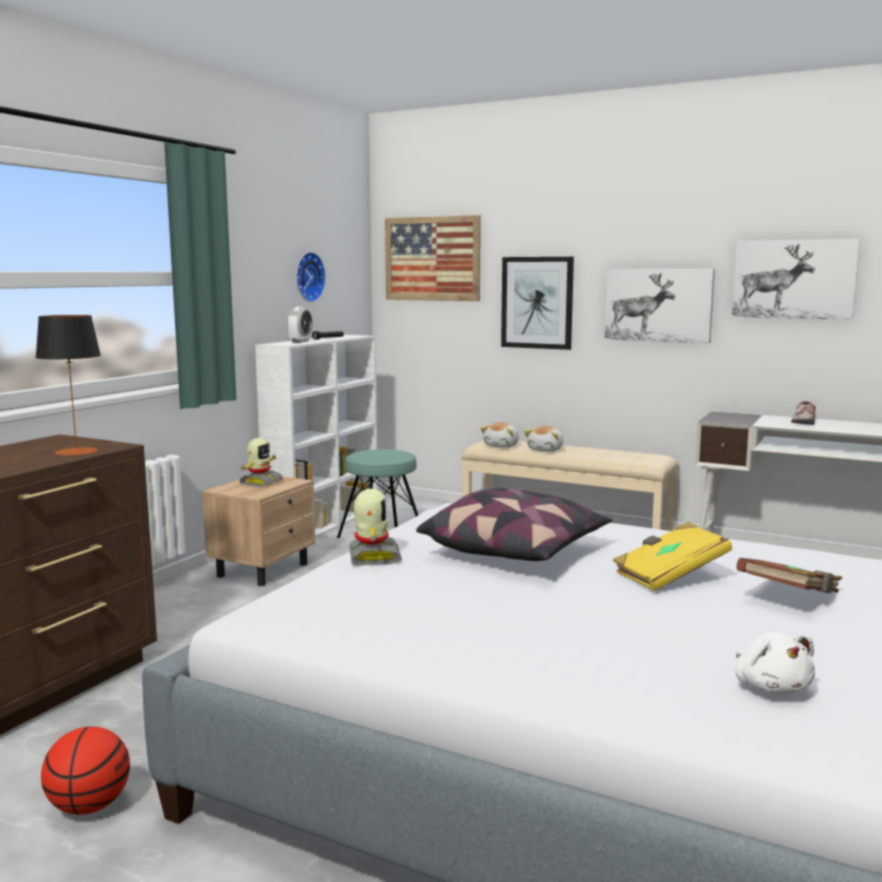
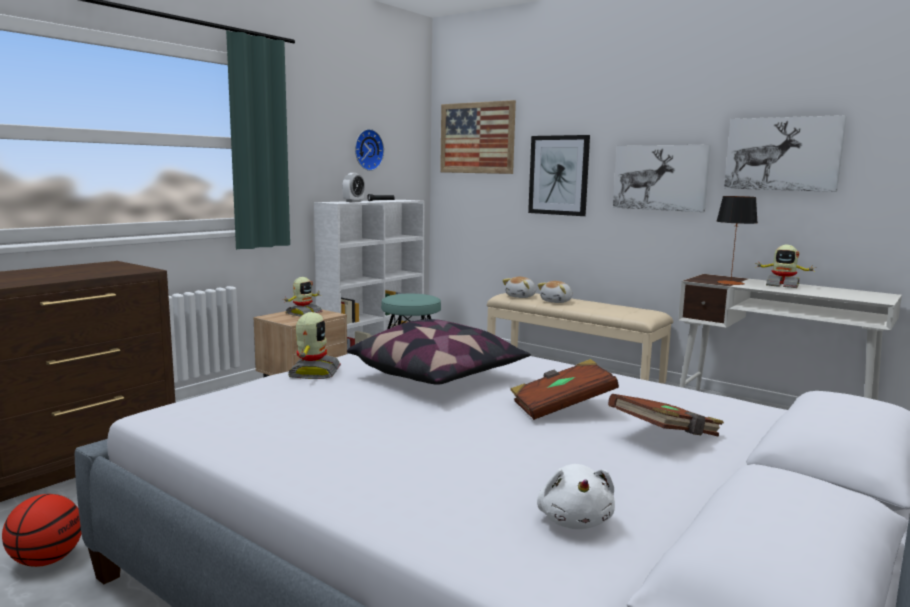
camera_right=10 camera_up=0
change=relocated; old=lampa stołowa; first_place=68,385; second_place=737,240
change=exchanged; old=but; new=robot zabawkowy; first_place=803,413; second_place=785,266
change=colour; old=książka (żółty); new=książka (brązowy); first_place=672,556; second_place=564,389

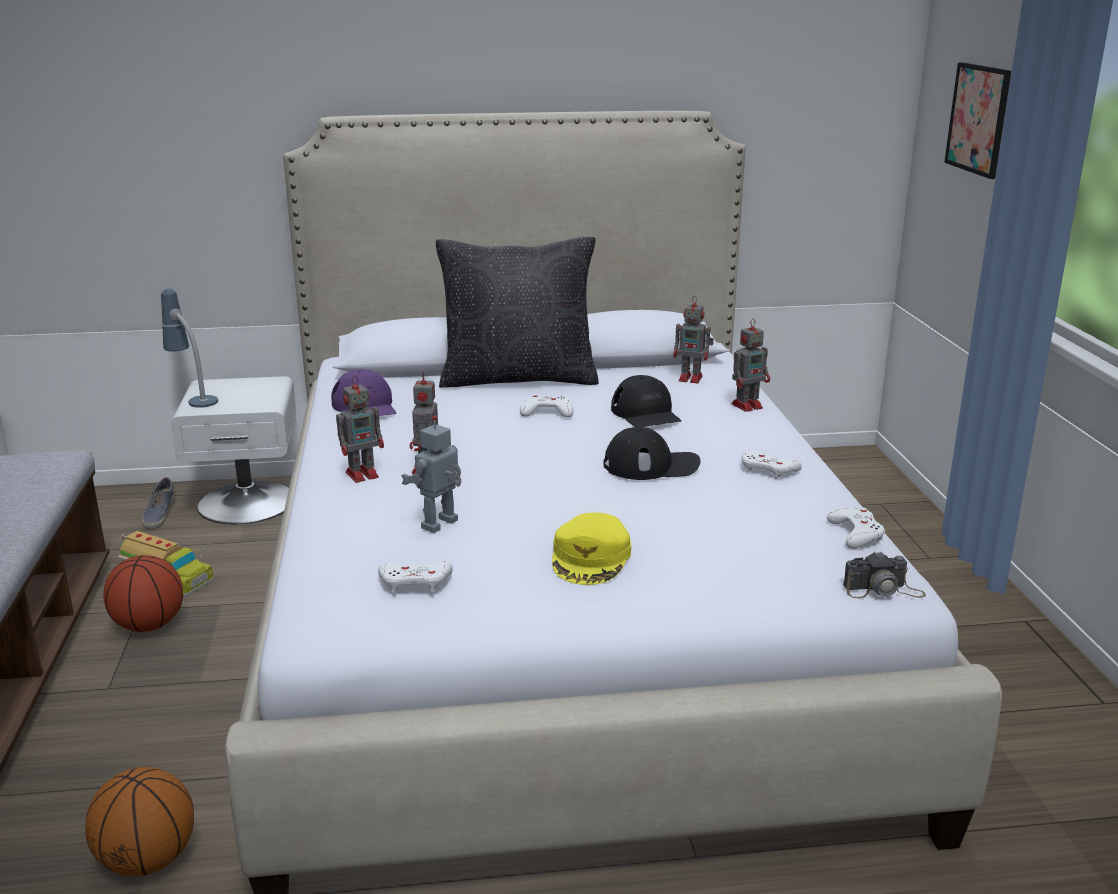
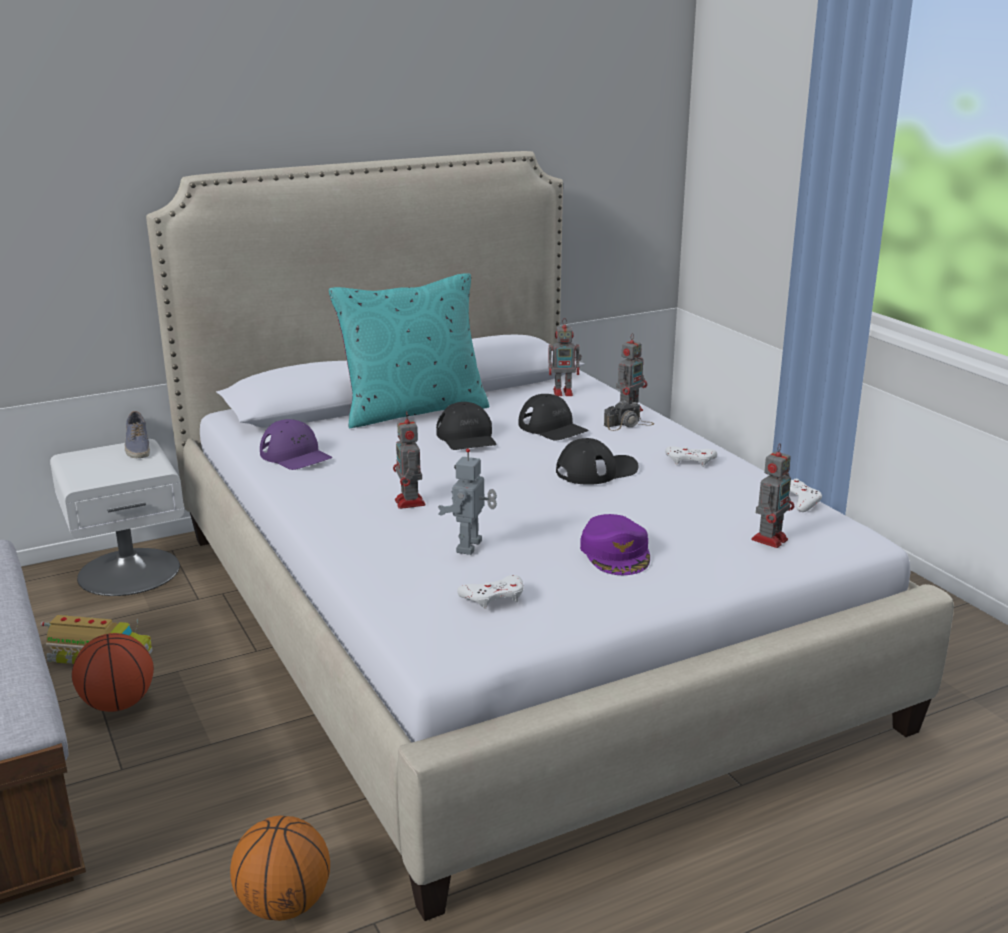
camera_right=-20 camera_up=0
change=missing; old=lampa stołowa; first_place=189,348
change=missing; old=obraz; first_place=977,120
change=relocated; old=but; first_place=159,502; second_place=137,434
change=relocated; old=robot zabawkowy; first_place=360,429; second_place=773,495
change=relocated; old=aparat fotograficzny; first_place=884,574; second_place=629,416
change=exchanged; old=pad do gier (biały); new=czapka z daszkiem (czarny); first_place=547,406; second_place=466,426
change=colour; old=poduszka (czarny); new=poduszka (turkusowy); first_place=517,312; second_place=409,350
change=colour; old=czapka z daszkiem (żółty); new=czapka z daszkiem (fioletowy); first_place=591,549; second_place=615,544

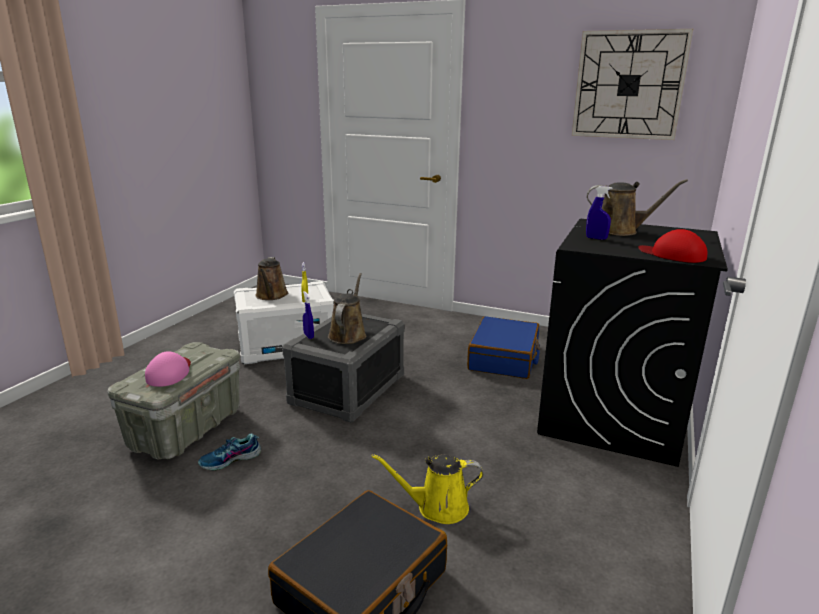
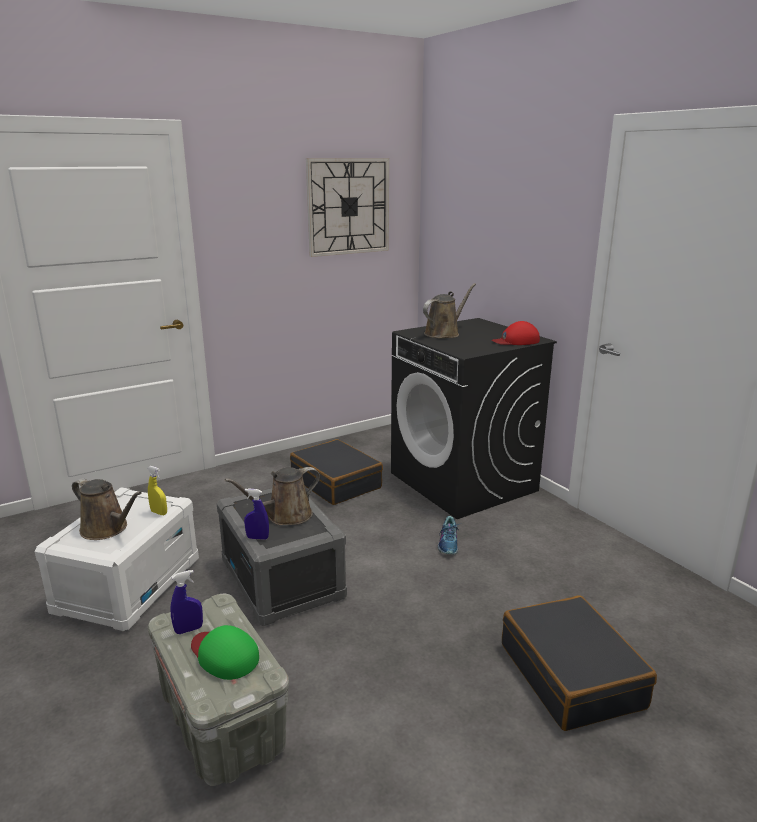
camera_right=-55 camera_up=0
change=missing; old=konewka (żółty); first_place=427,489
change=relocated; old=but; first_place=229,452; second_place=449,535
change=relocated; old=spryskiwacz (niebieski); first_place=599,213; second_place=187,602
change=colour; old=czapka z daszkiem (różowy); new=czapka z daszkiem (zielony); first_place=168,369; second_place=225,652
change=colour; old=walizka (niebieski); new=walizka (czarny); first_place=503,347; second_place=336,472
change=spun; old=konewka (brązowy); first_place=347,308; second_place=272,496; degrees=-75

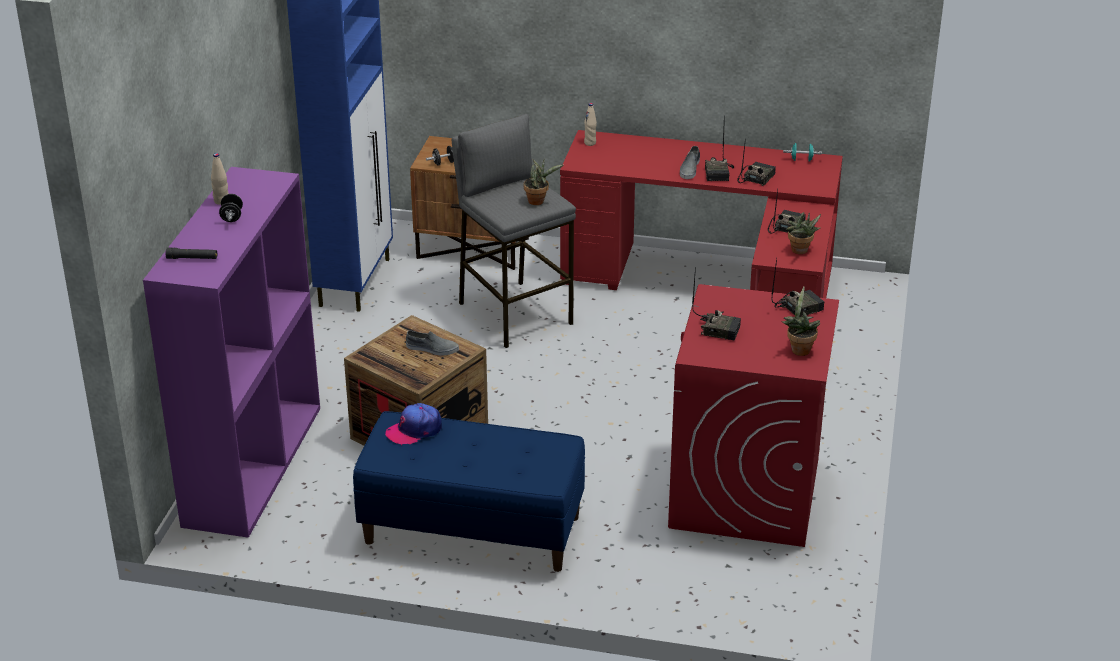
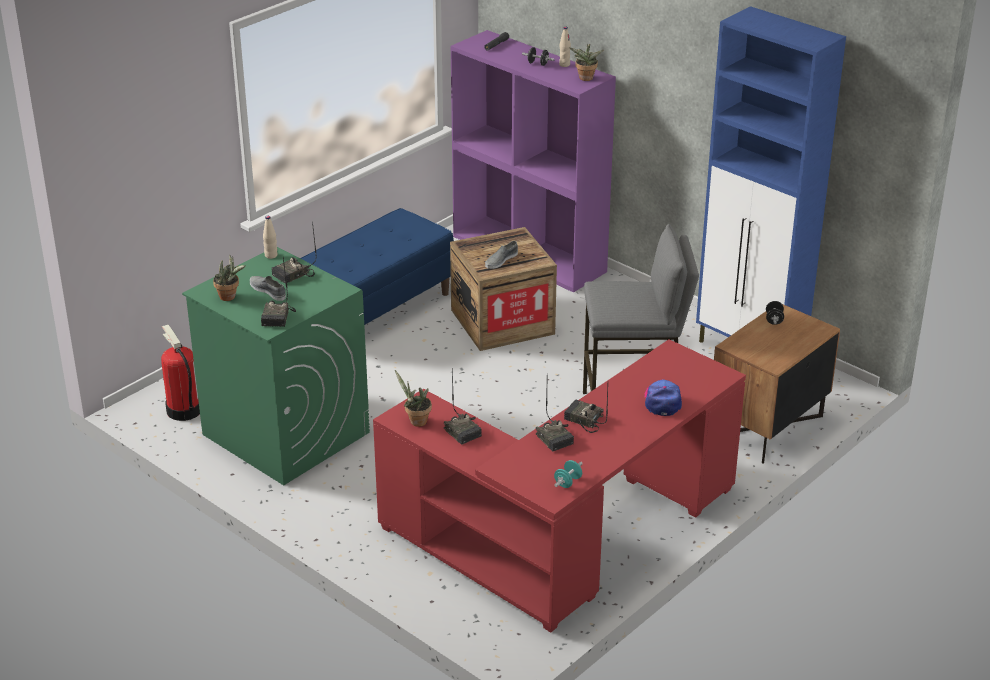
camera_right=120 camera_up=0
change=appeared; new=gaśnica; second_place=180,373
change=relocated; old=czapka z daszkiem; first_place=413,424; second_place=663,397
change=relocated; old=roślina doniczkowa; first_place=544,182; second_place=586,62
change=relocated; old=butelka (beżowy); first_place=590,124; second_place=270,237
change=relocated; old=but (szary); first_place=690,162; second_place=268,288
change=colour; old=pralka (czerwony); new=pralka (zielony); first_place=753,415; second_place=276,366

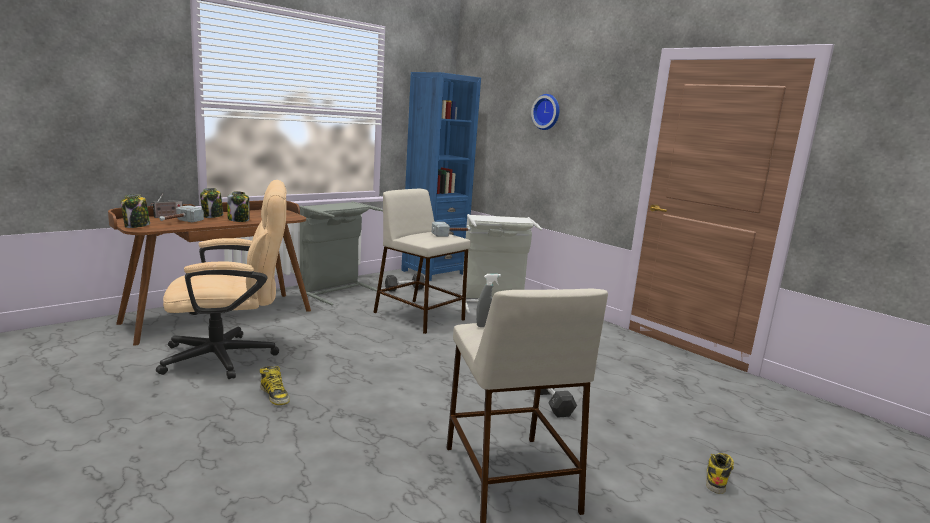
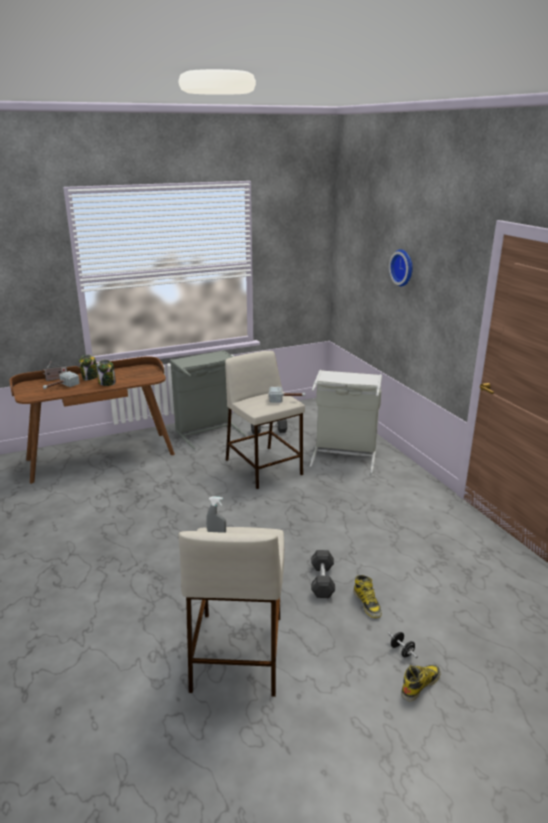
camera_right=20 camera_up=10
change=missing; old=słoik; first_place=135,211
change=missing; old=krzesło biurowe (beżowy); first_place=221,279
change=missing; old=regał (niebieski); first_place=441,176
change=appeared; new=hantel (czarny); second_place=403,645
change=relocated; old=but z cholewką; first_place=274,385; second_place=367,596

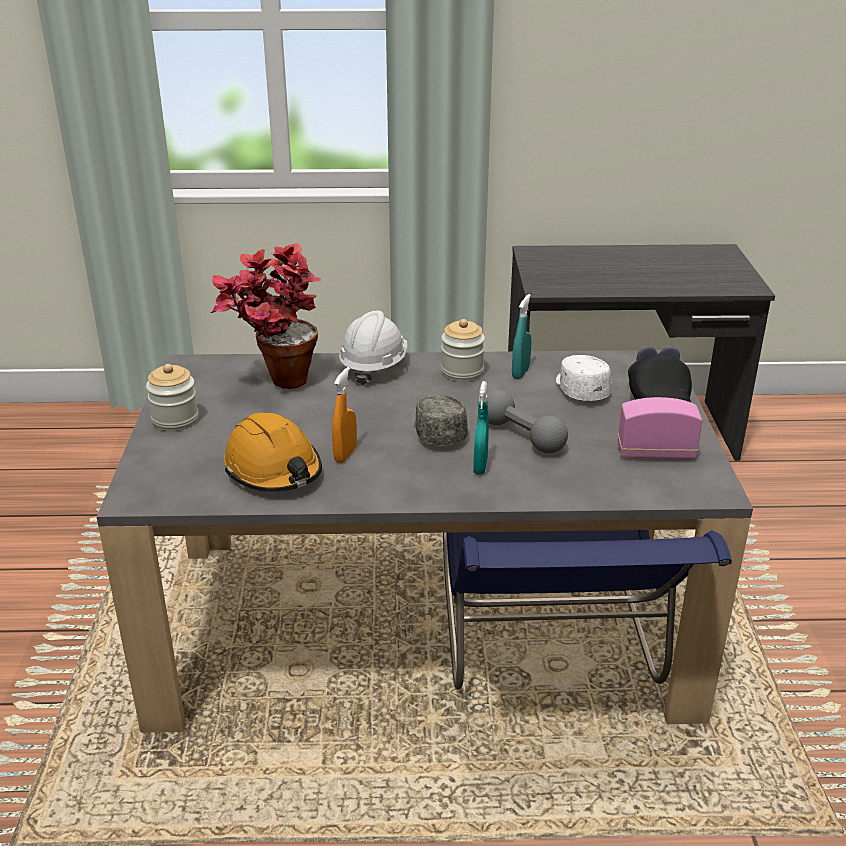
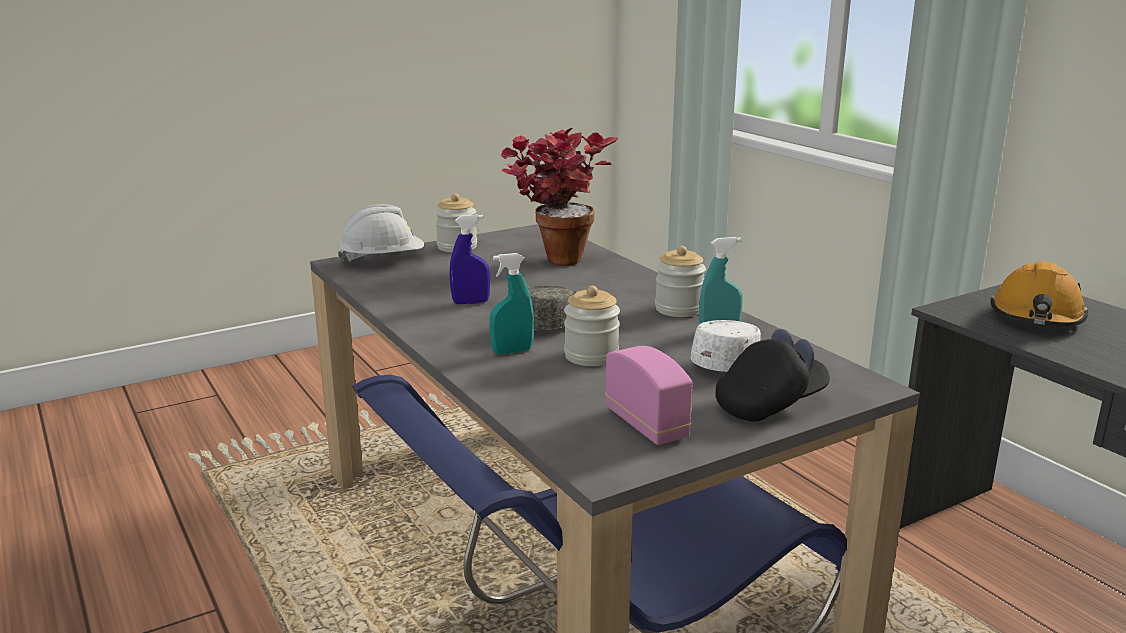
camera_right=60 camera_up=-10
change=relocated; old=kask (pomarańczowy); first_place=273,452; second_place=1039,293
change=relocated; old=kask (biały); first_place=373,348; second_place=381,234
change=exchanged; old=hantel (szary); new=słoik; first_place=527,421; second_place=592,326
change=colour; old=spryskiwacz (pomarańczowy); new=spryskiwacz (niebieski); first_place=344,415; second_place=470,259

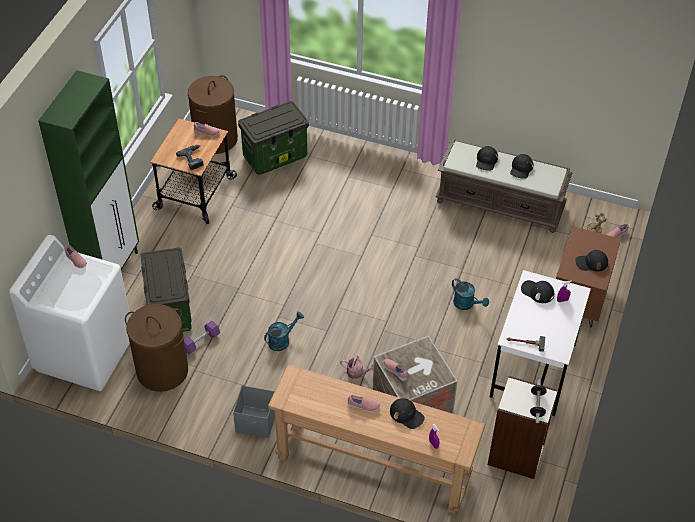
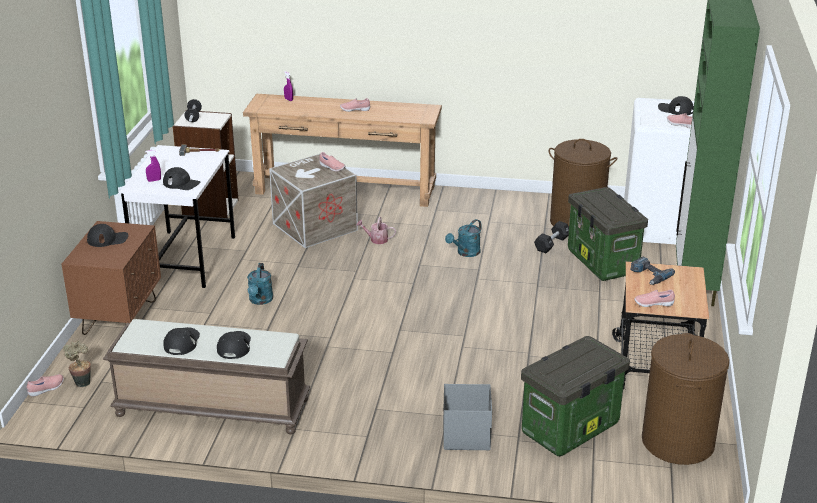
camera_right=170 camera_up=-20
change=relocated; old=pojemnik do przechowywania (szary); first_place=254,411; second_place=467,417
change=relocated; old=czapka z daszkiem (czarny); first_place=407,413; second_place=676,105
change=colour; old=hantel (fioletowy); new=hantel (czarny); first_place=202,337; second_place=551,237
change=spun; old=konewka (turkusowy); first_place=470,294; second_place=260,284; degrees=-120

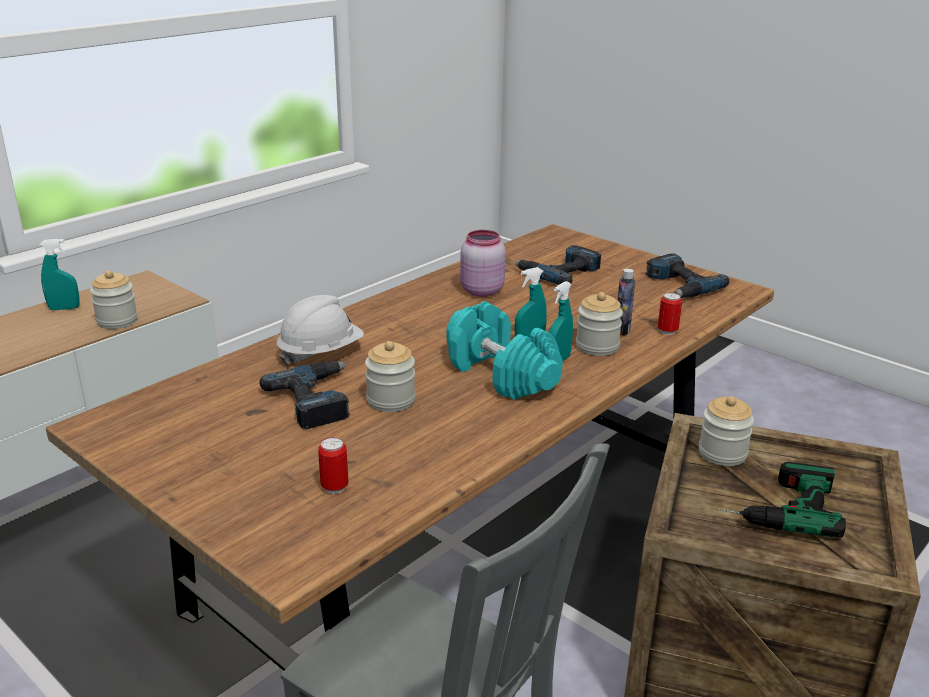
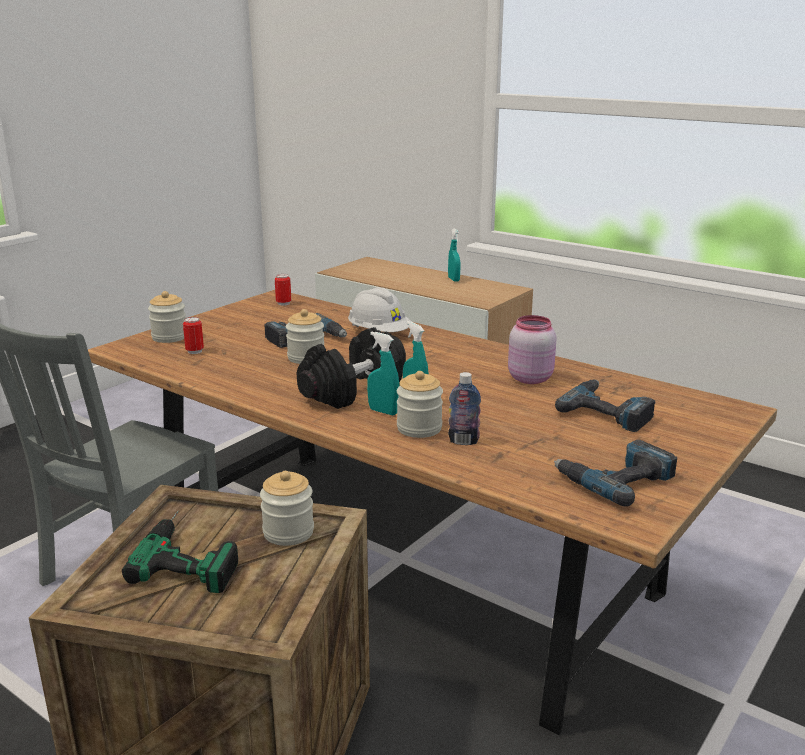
camera_right=85 camera_up=-5
change=relocated; old=słoik; first_place=114,300; second_place=167,317
change=relocated; old=puszka; first_place=670,313; second_place=283,289
change=colour; old=hantel (turkusowy); new=hantel (czarny); first_place=504,350; second_place=351,368

